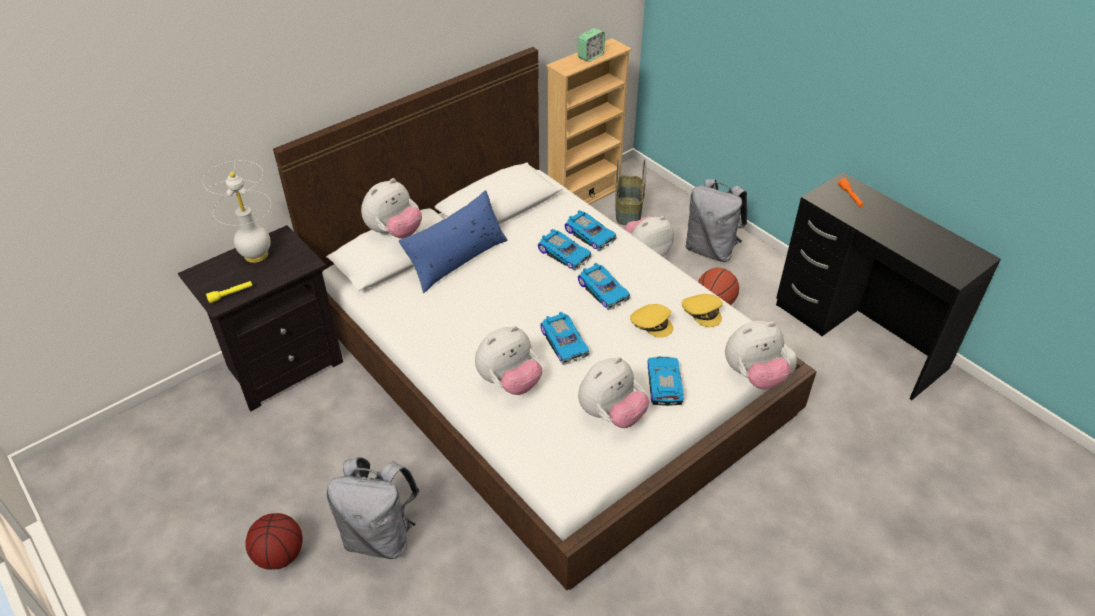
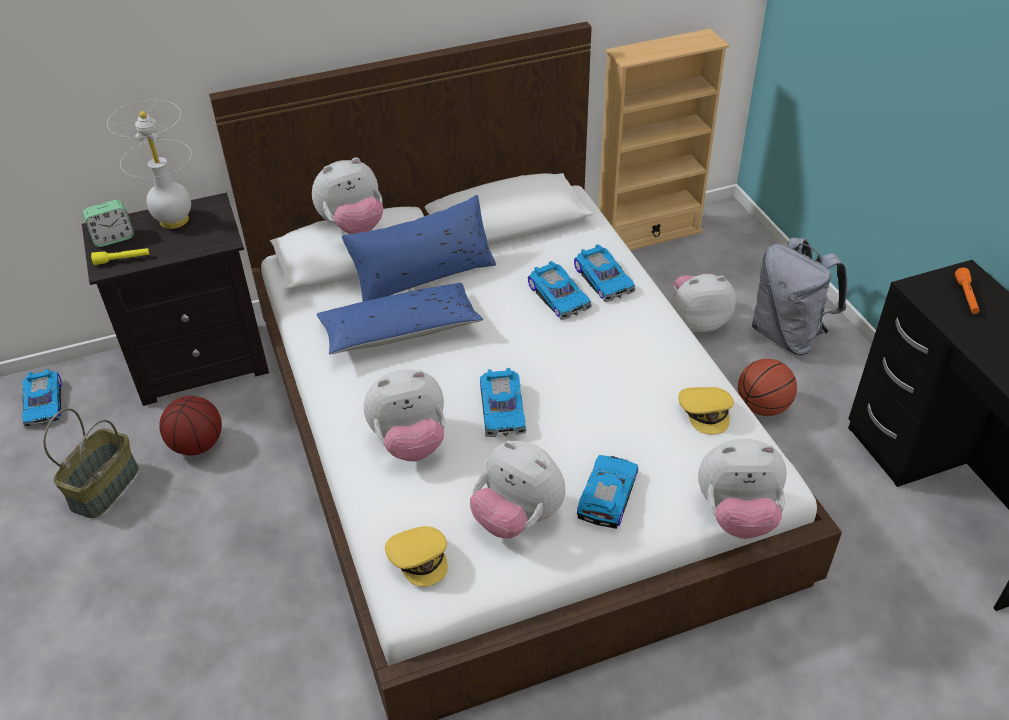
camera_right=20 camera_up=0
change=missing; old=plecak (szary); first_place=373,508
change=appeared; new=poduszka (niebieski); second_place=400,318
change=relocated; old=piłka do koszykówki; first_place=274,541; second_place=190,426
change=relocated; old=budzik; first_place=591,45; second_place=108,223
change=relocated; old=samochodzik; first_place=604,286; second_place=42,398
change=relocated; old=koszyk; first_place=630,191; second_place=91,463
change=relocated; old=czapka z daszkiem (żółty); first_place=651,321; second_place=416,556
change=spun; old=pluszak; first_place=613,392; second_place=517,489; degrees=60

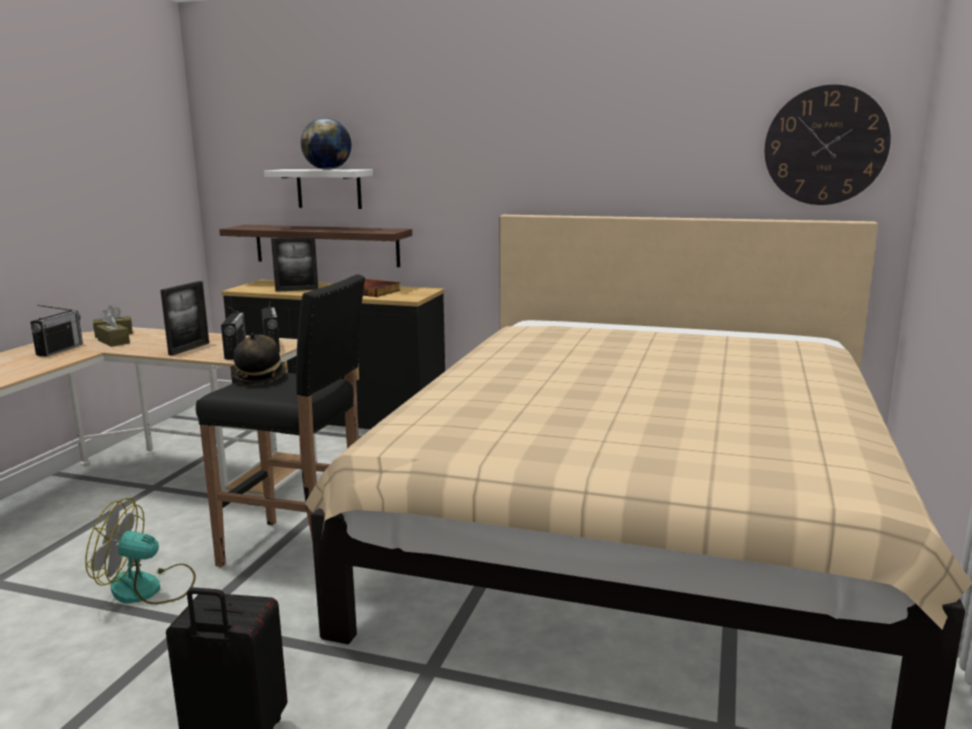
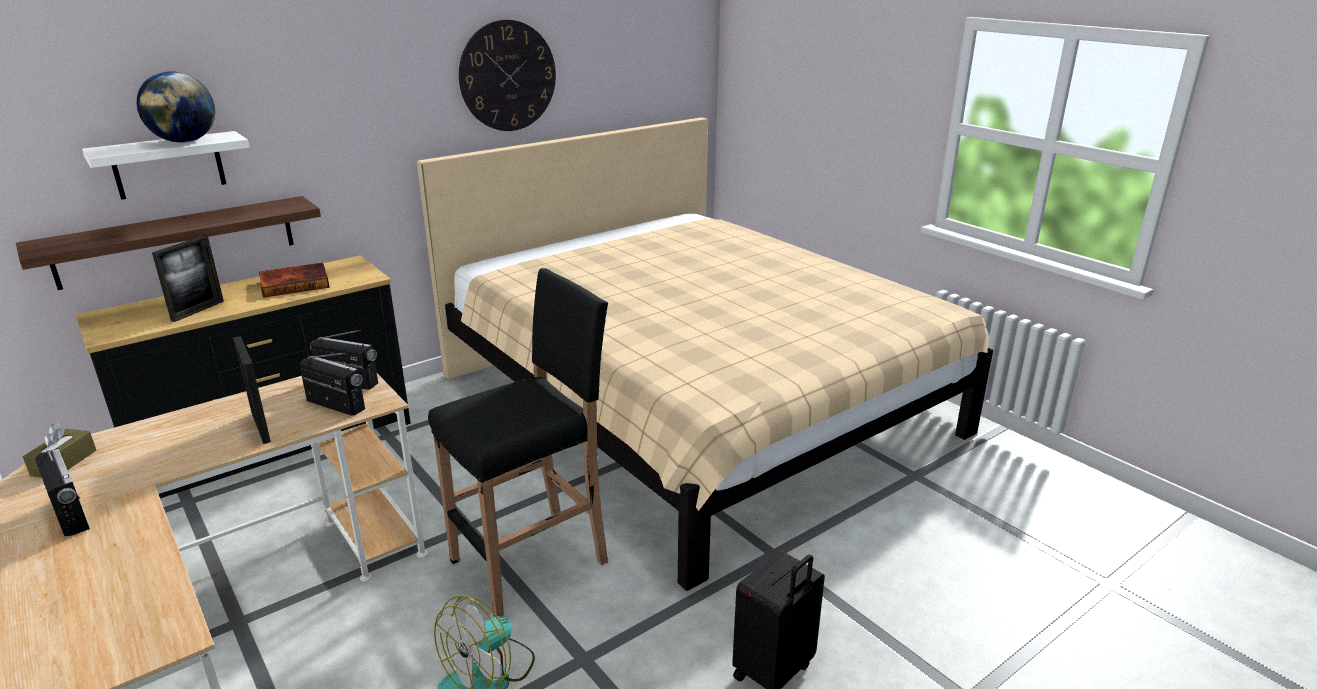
camera_right=-55 camera_up=10
change=missing; old=pudełko chusteczek (brązowy); first_place=113,329
change=missing; old=kapelusz; first_place=259,359
change=relocated; old=zegar ścienny; first_place=828,144; second_place=507,75

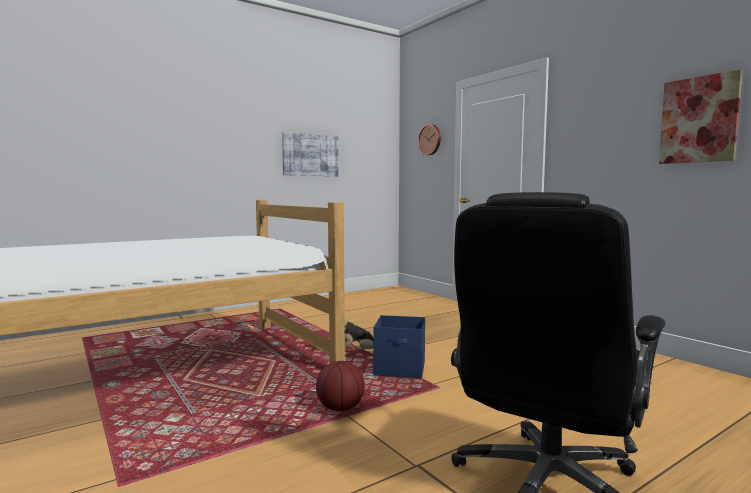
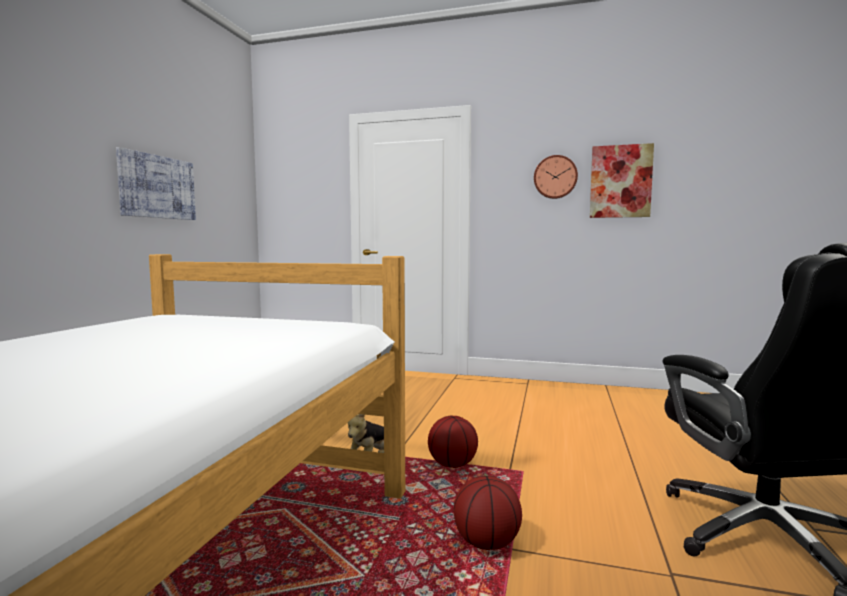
camera_right=-40 camera_up=0
change=relocated; old=zegar ścienny; first_place=429,139; second_place=556,177
change=exchanged; old=pojemnik do przechowywania (niebieski); new=piłka do koszykówki; first_place=399,346; second_place=453,441

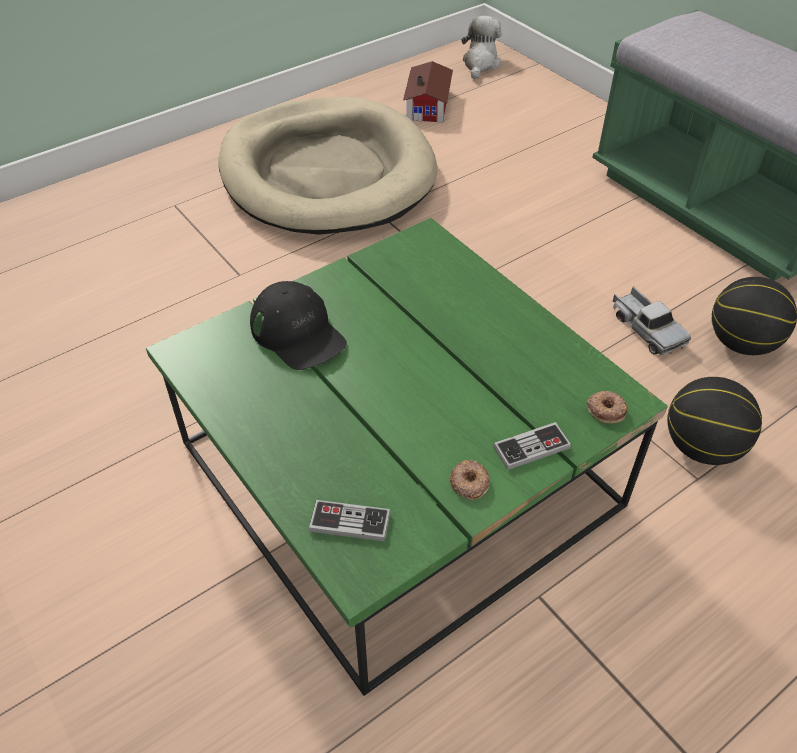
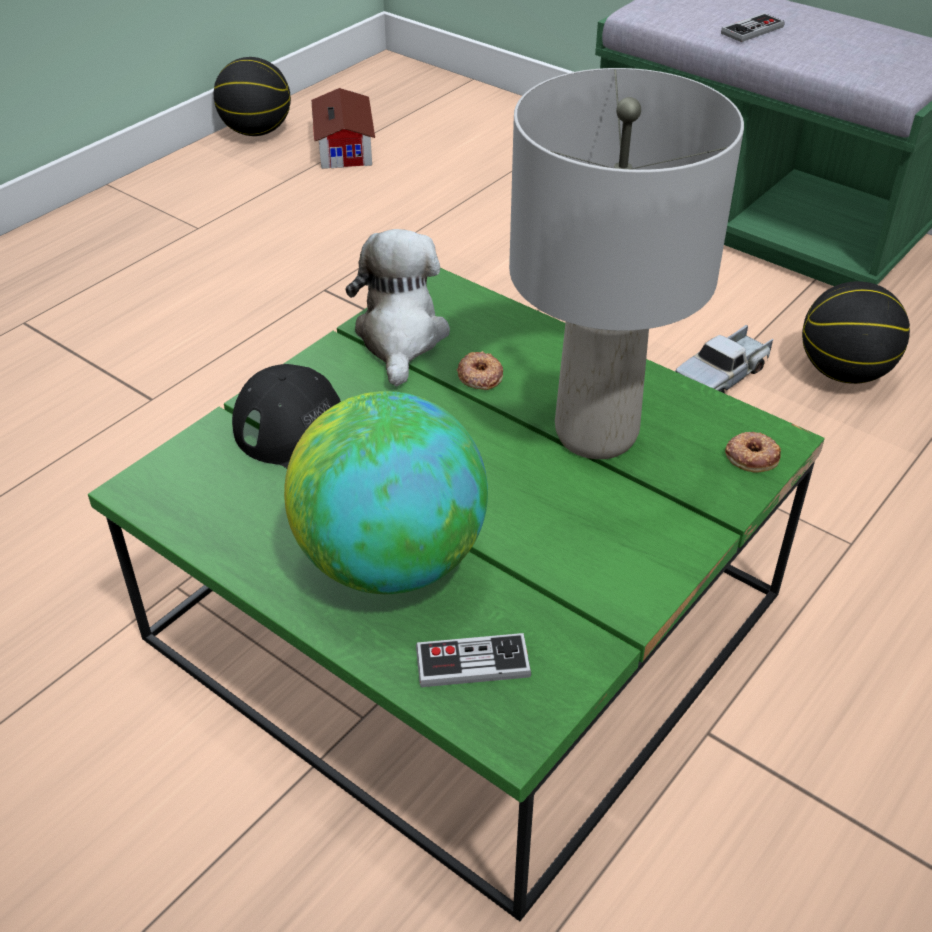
camera_right=-15 camera_up=-5
change=missing; old=legowisko (beżowy); first_place=327,166
change=appeared; new=globus; second_place=386,492
change=appeared; new=lampa stołowa (szary); second_place=626,263
change=relocated; old=donut; first_place=470,480; second_place=480,370
change=relocated; old=pluszak; first_place=482,47; second_place=398,307
change=relocated; old=pad do gier; first_place=532,446; second_place=753,27
change=relocated; old=piłka do koszykówki; first_place=714,421; second_place=252,96
change=spun; old=ciężarówka zabawkowa; first_place=652,320; second_place=724,359; degrees=90

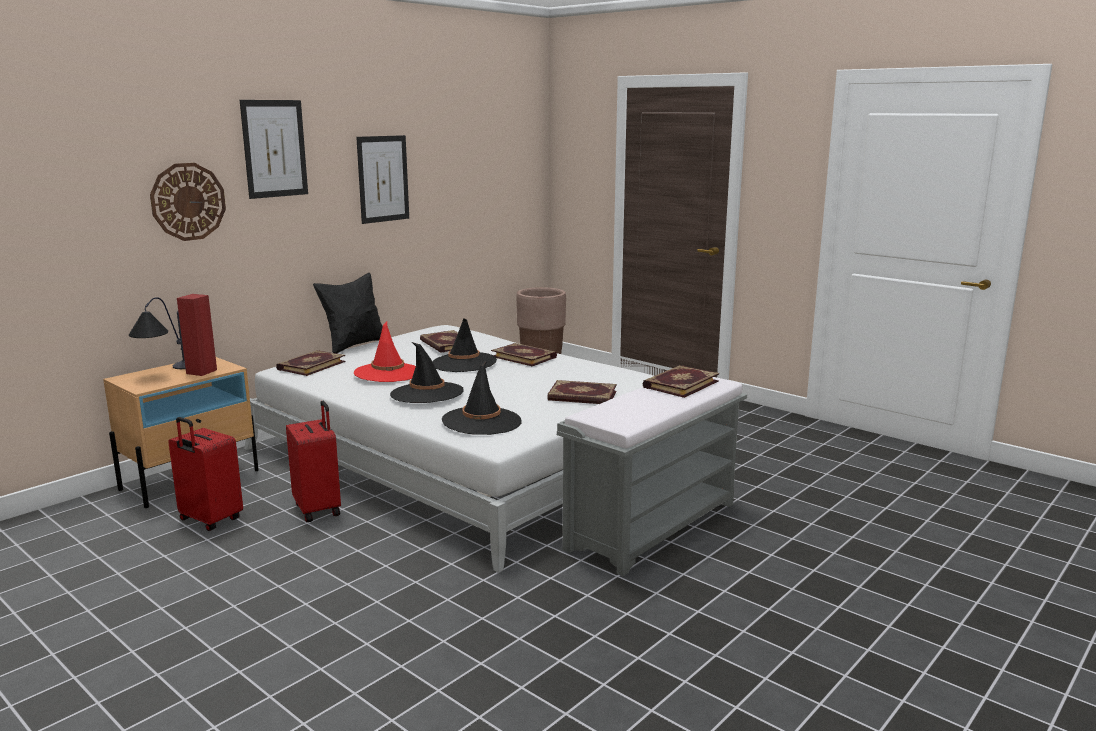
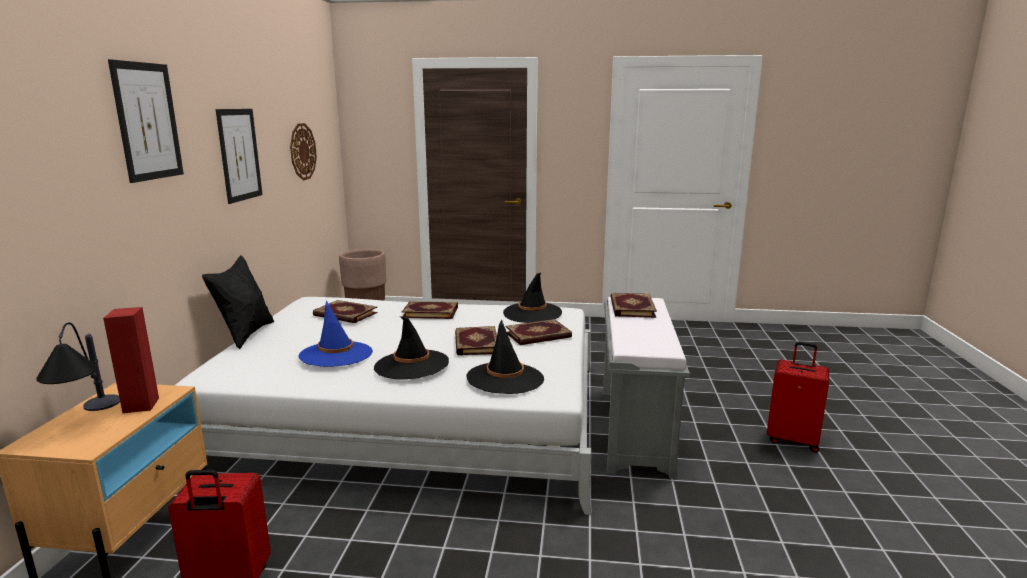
camera_right=-35 camera_up=0
change=relocated; old=zegar ścienny; first_place=188,202; second_place=303,151
change=relocated; old=książka; first_place=311,363; second_place=476,341
change=relocated; old=walizka (czerwony); first_place=313,461; second_place=798,397
change=relocated; old=kapelusz (czarny); first_place=464,345; second_place=532,298
change=colour; old=kapelusz (czerwony); new=kapelusz (niebieski); first_place=385,351; second_place=335,334

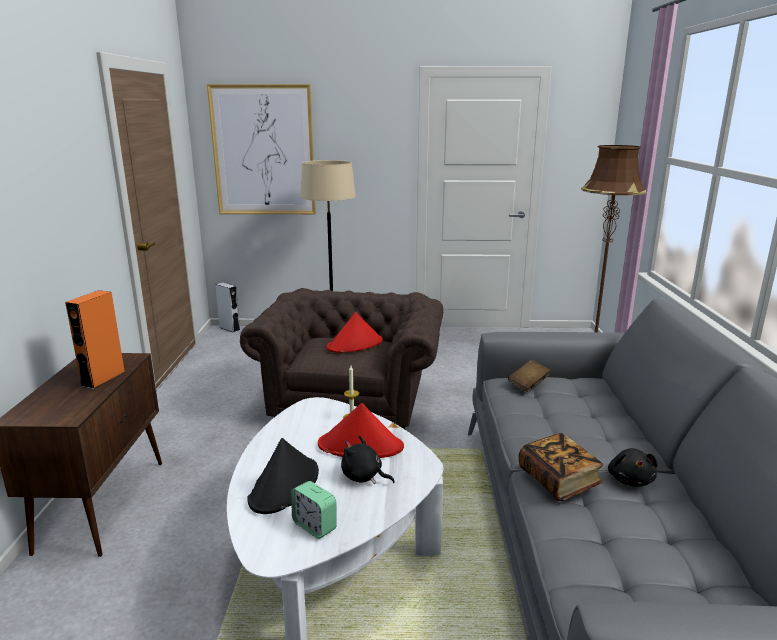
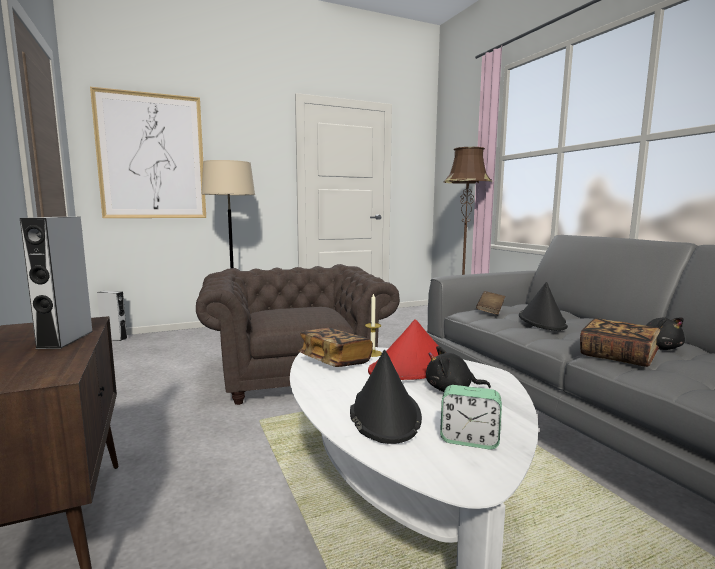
camera_right=-25 camera_up=-10
change=missing; old=kapelusz (czerwony); first_place=355,332
change=appeared; new=książka; second_place=336,347
change=appeared; new=kapelusz (czarny); second_place=543,306
change=colour; old=głośnik (pomarańczowy); new=głośnik (szary); first_place=95,339; second_place=56,283

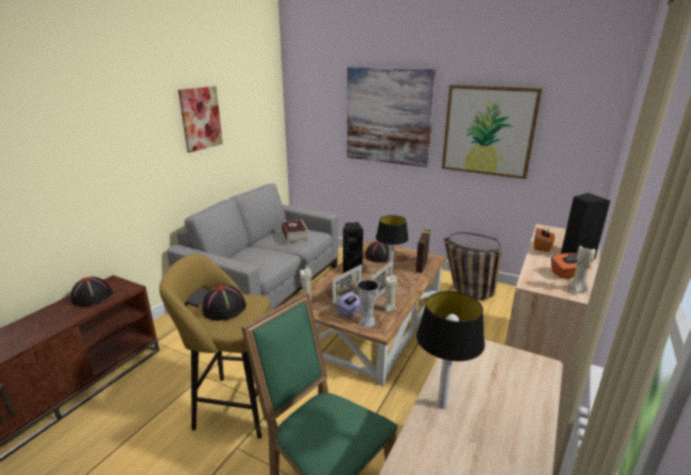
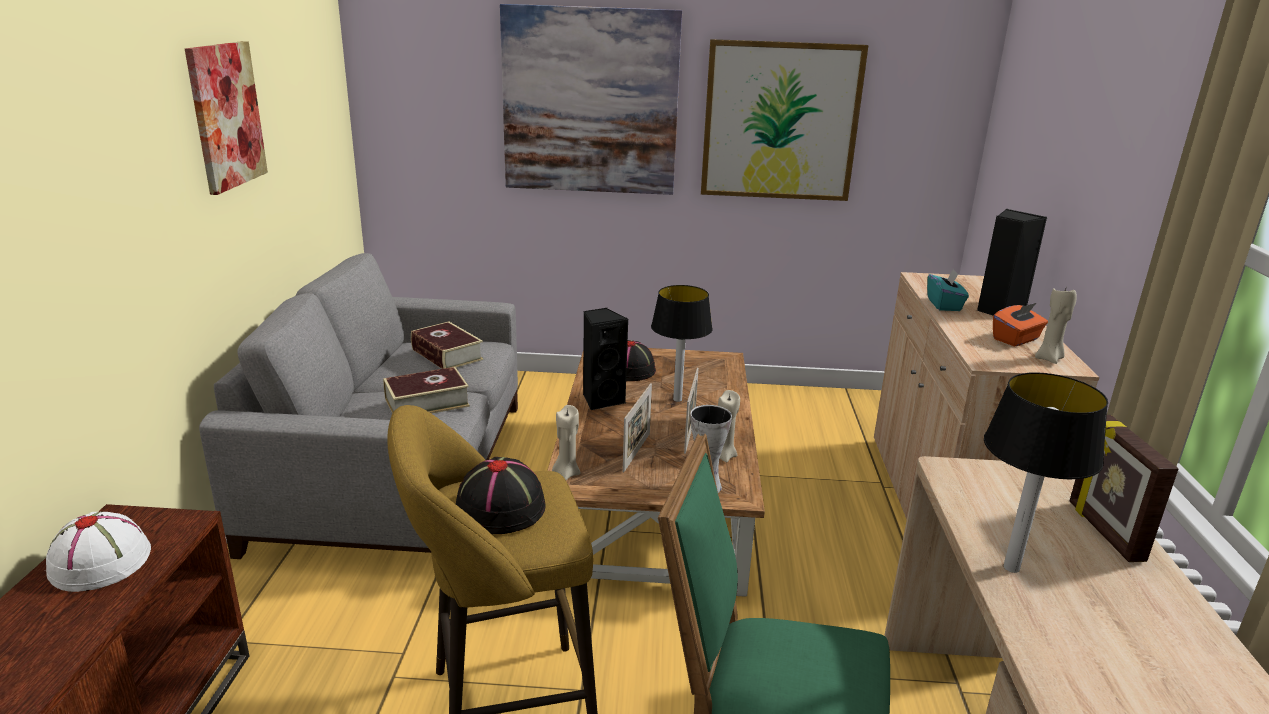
camera_right=-25 camera_up=0
change=missing; old=pudełko chusteczek (fioletowy); first_place=348,305
change=missing; old=koszyk; first_place=473,266
change=appeared; new=książka; second_place=426,390
change=relocated; old=ramka na zdjęcie; first_place=423,251; second_place=1123,488
change=colour; old=kapelusz (czarny); new=kapelusz (biały); first_place=92,291; second_place=98,552
change=colour; old=pudełko chusteczek (pomarańczowy); new=pudełko chusteczek (turkusowy); first_place=544,239; second_place=948,289

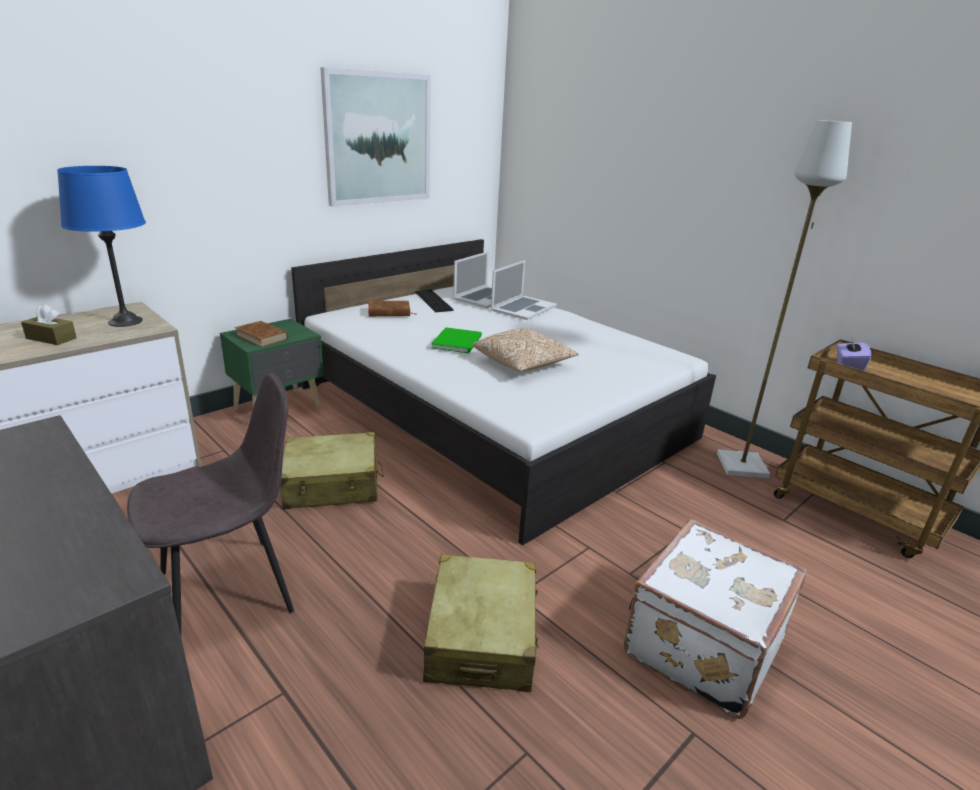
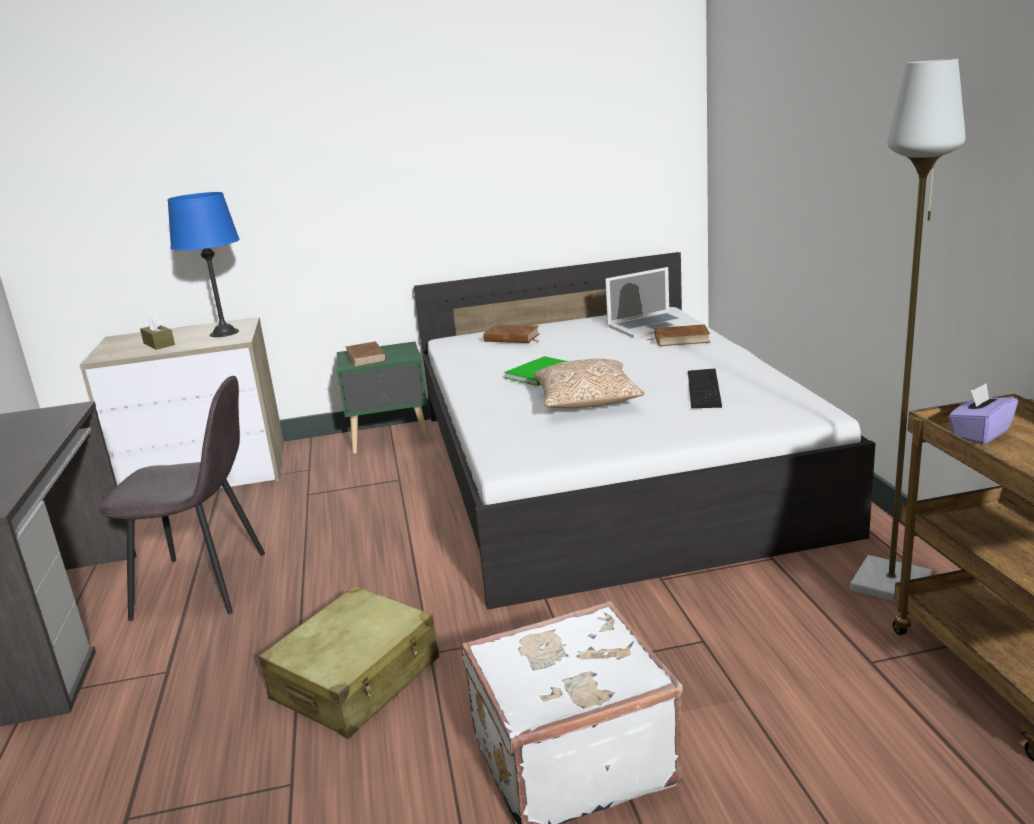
camera_right=35 camera_up=-5
change=missing; old=walizka (beżowy); first_place=332,470
change=missing; old=obraz; first_place=375,136
change=relocated; old=klawiatura; first_place=434,300; second_place=705,388
change=exchanged; old=laptop; new=książka (brązowy); first_place=524,290; second_place=678,335

